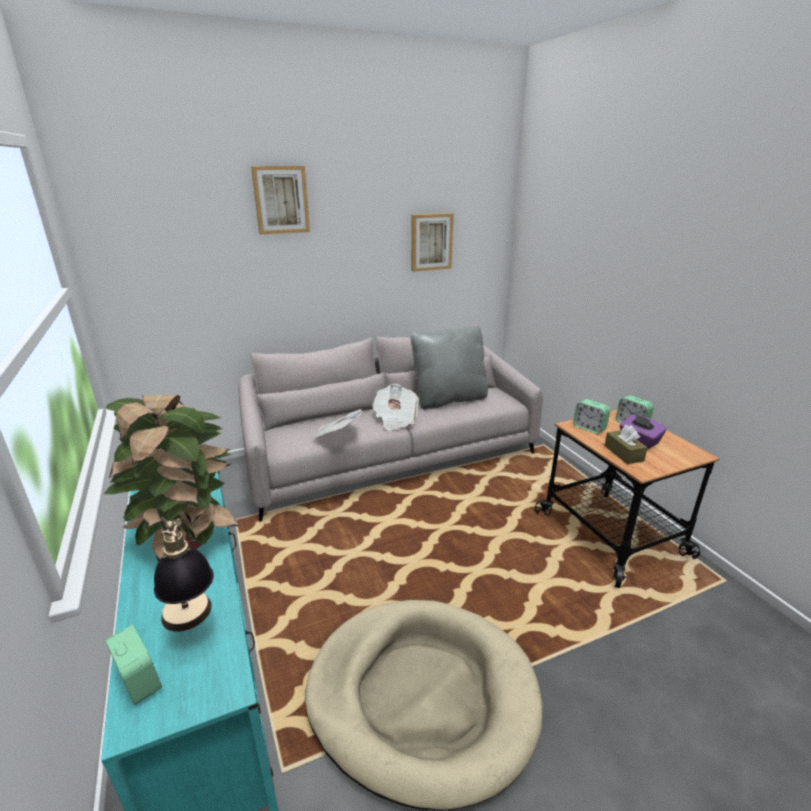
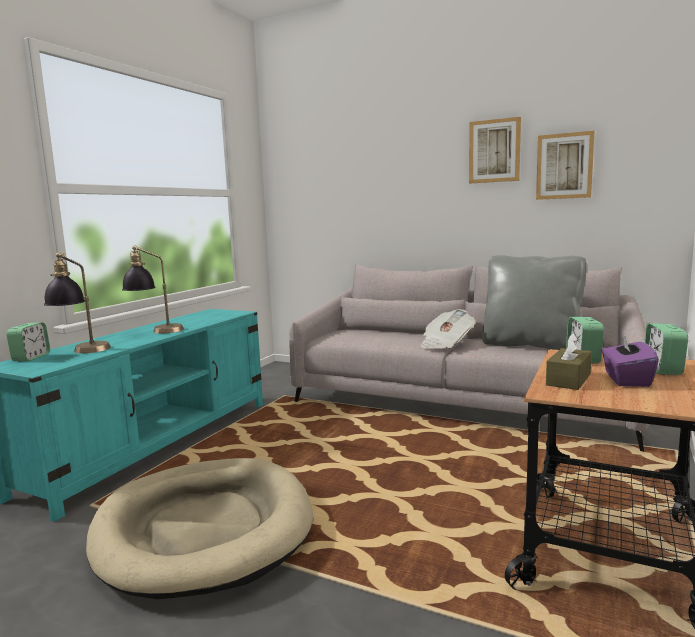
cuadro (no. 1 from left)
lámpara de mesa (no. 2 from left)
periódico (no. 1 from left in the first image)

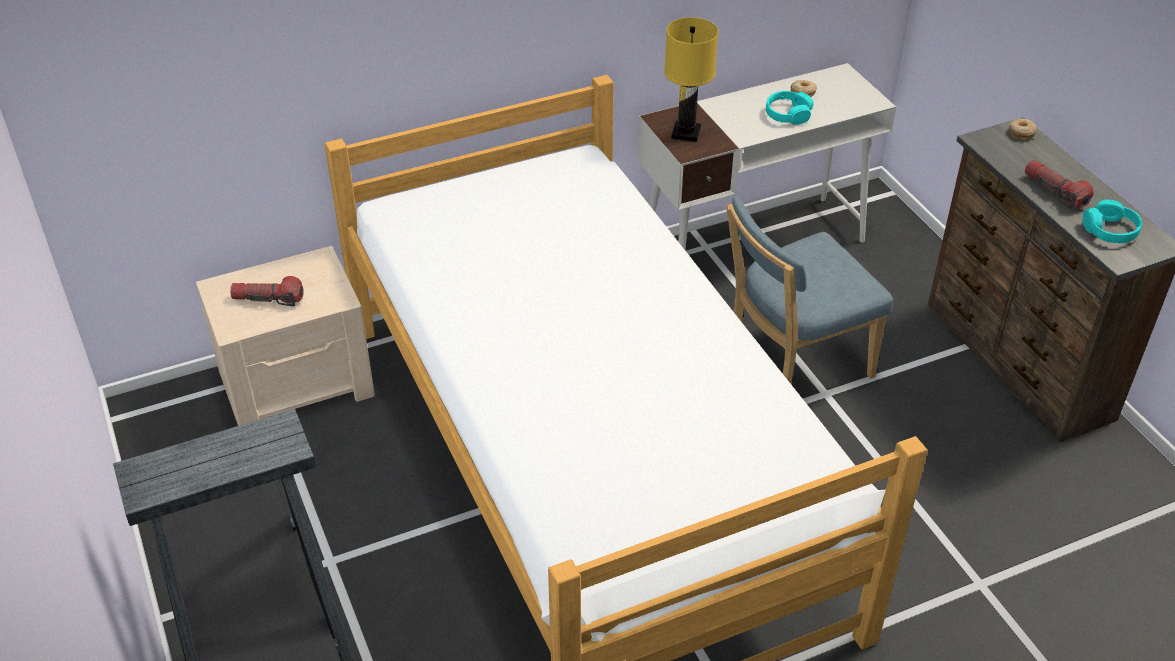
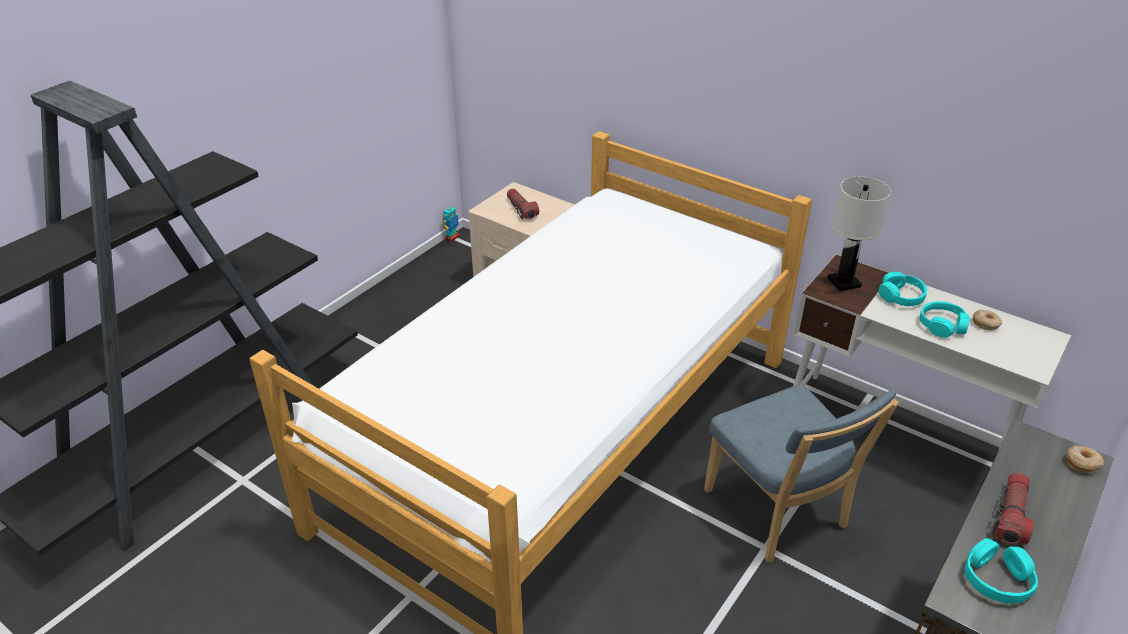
lámpara de mesa/blanco
silla/azul
robot de juguete
auriculares/turquesa (no. 1 from left)

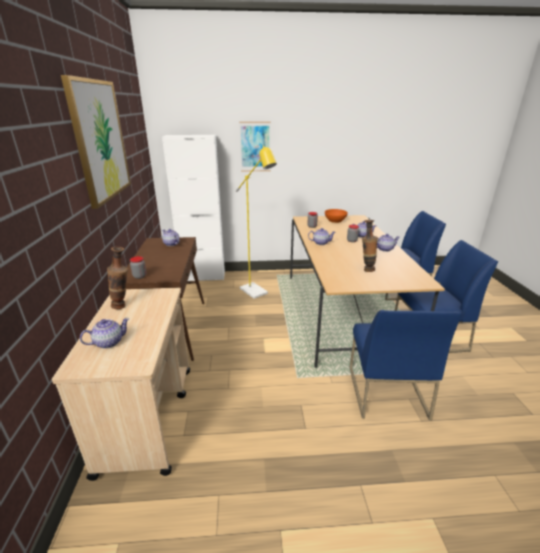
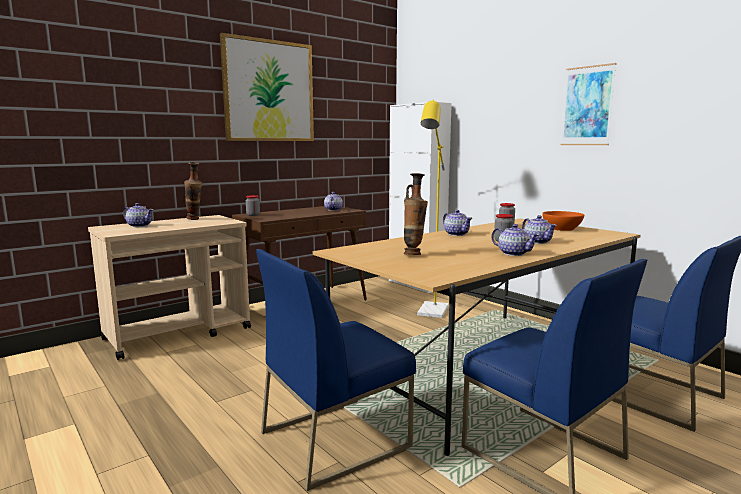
cuadro (no. 2 from left)

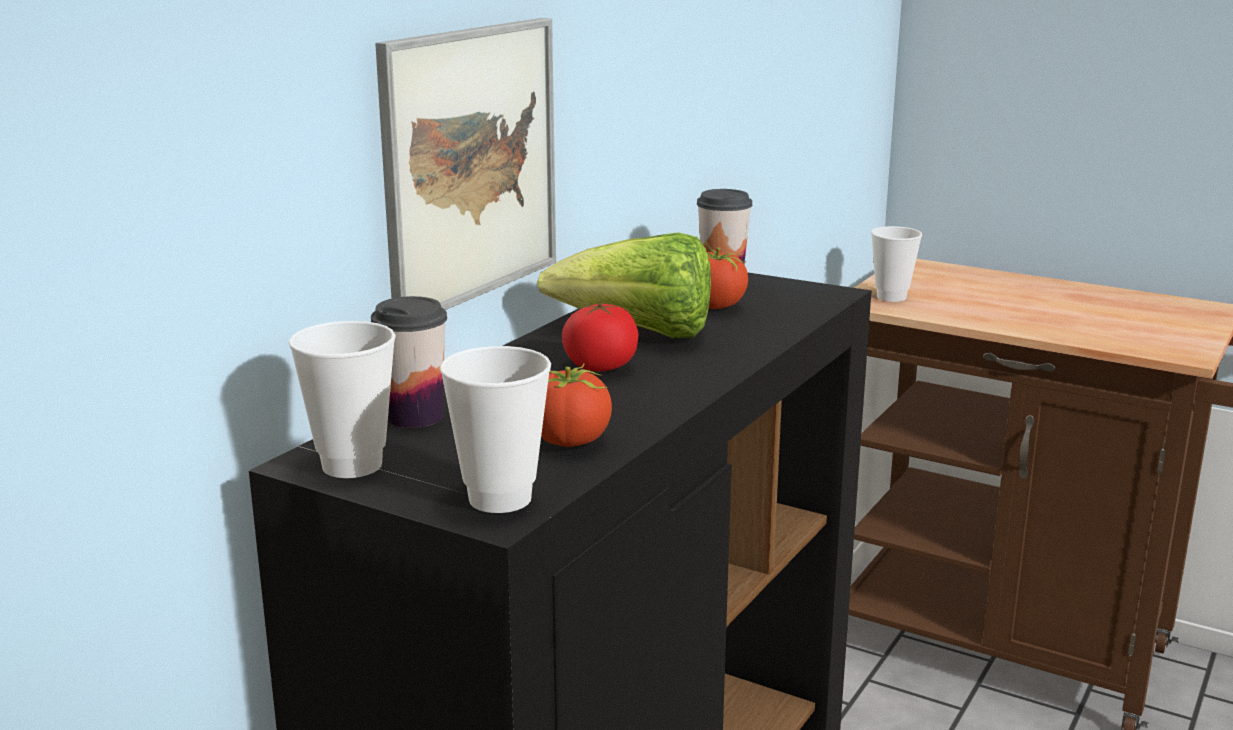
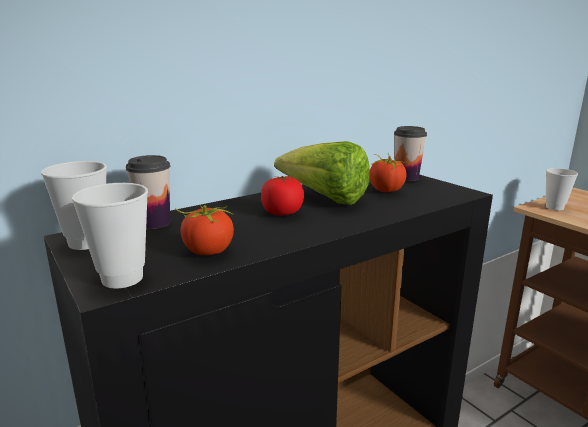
cuadro

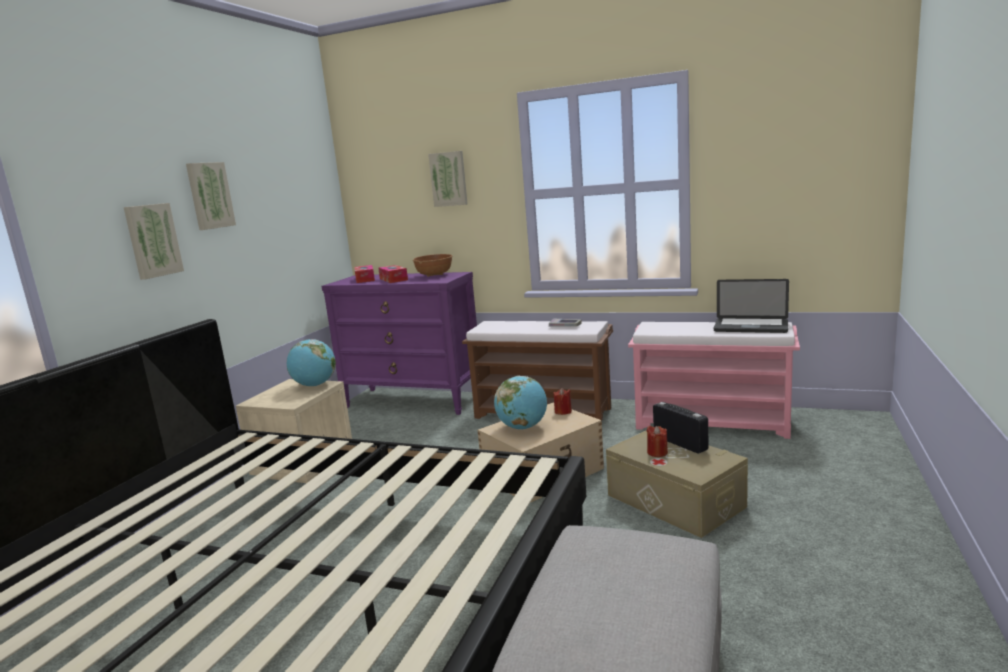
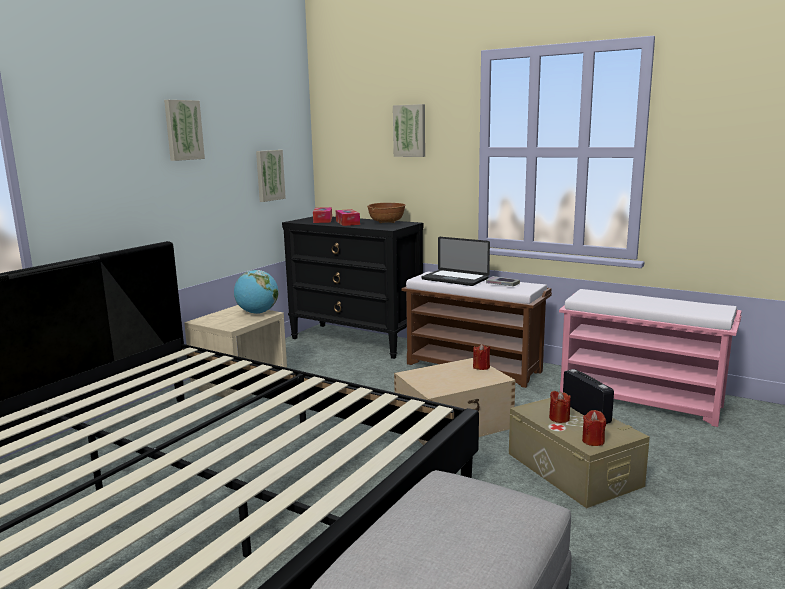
cuadro (no. 2 from left)
cómoda/negro
portátil
globo terráqueo (no. 2 from left in the first image)
vela/rojo (no. 3 from left)

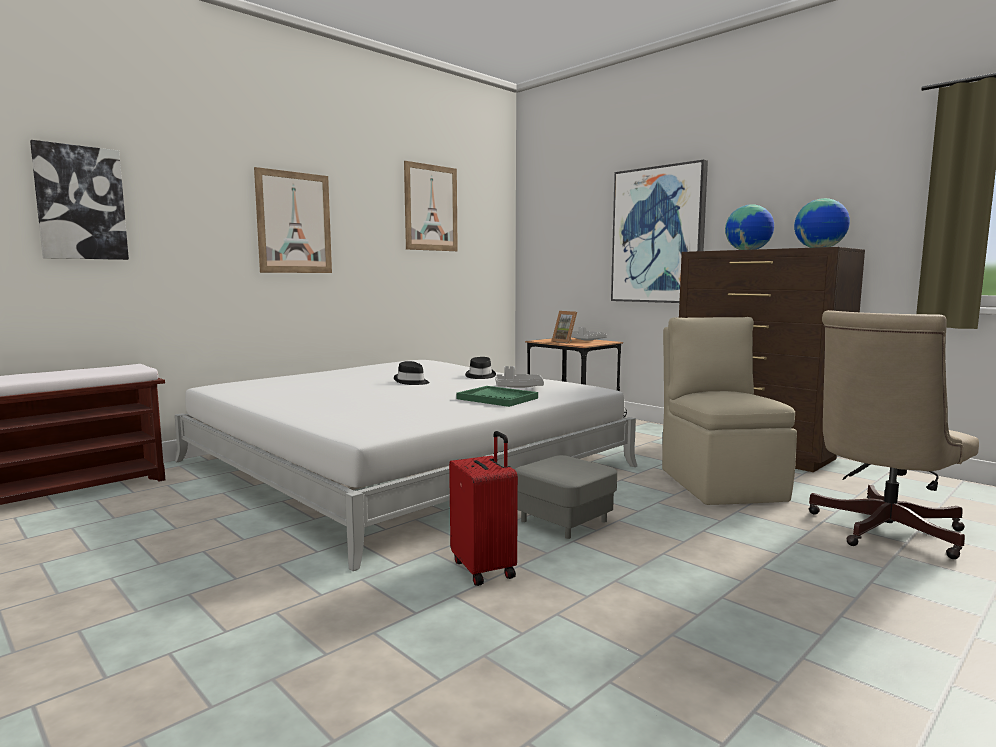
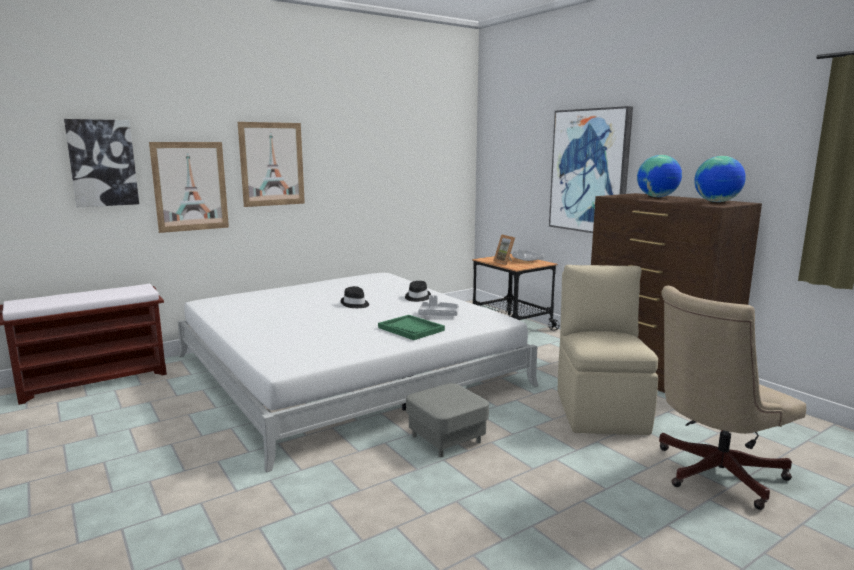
cuadro (no. 2 from left)
maleta/rojo

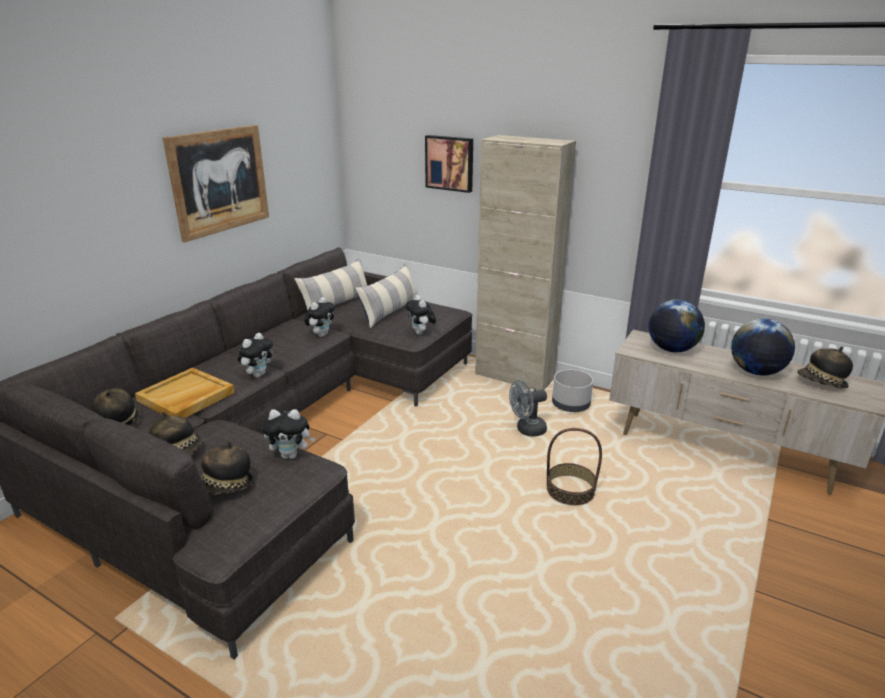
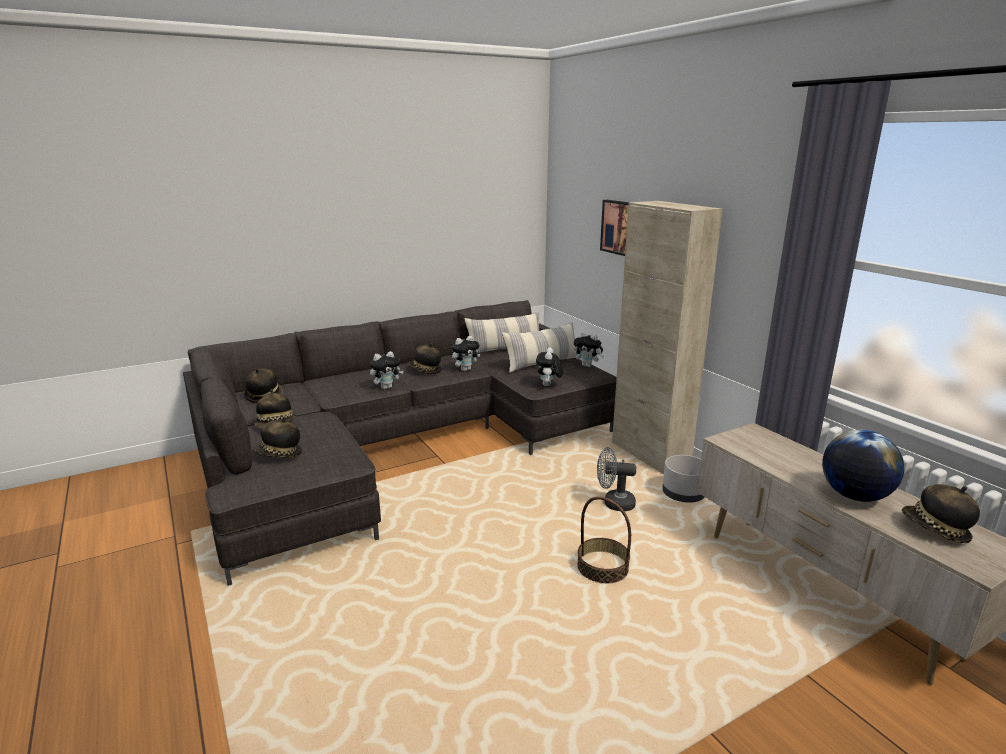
cuadro (no. 1 from left in the first image)
globo terráqueo (no. 1 from left in the first image)
bandeja/beis
peluche (no. 4 from left)
sombrero (no. 4 from left)

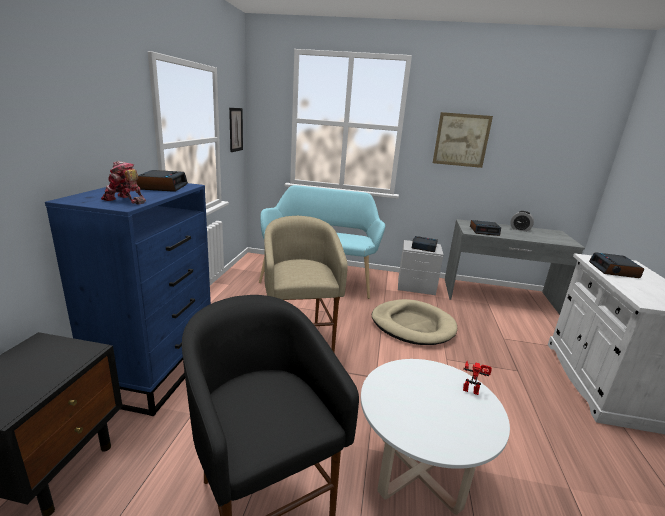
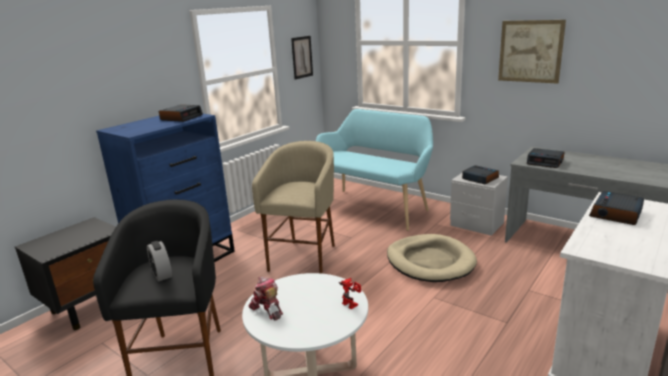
robot de juguete (no. 1 from left)
despertador (no. 1 from left)

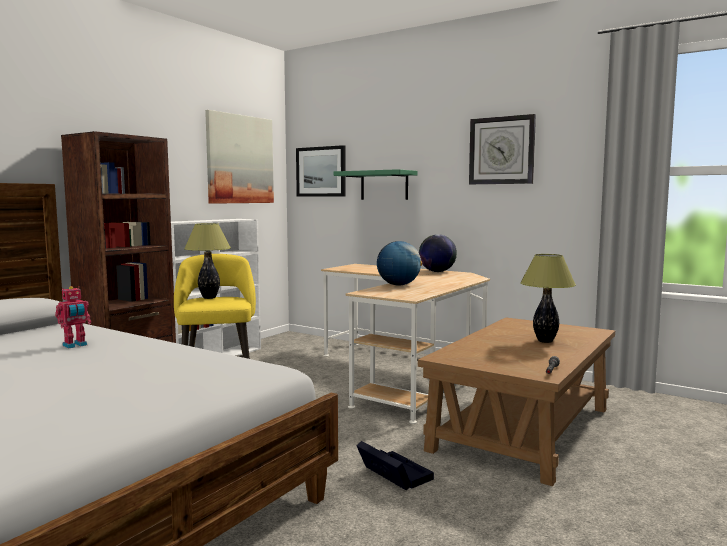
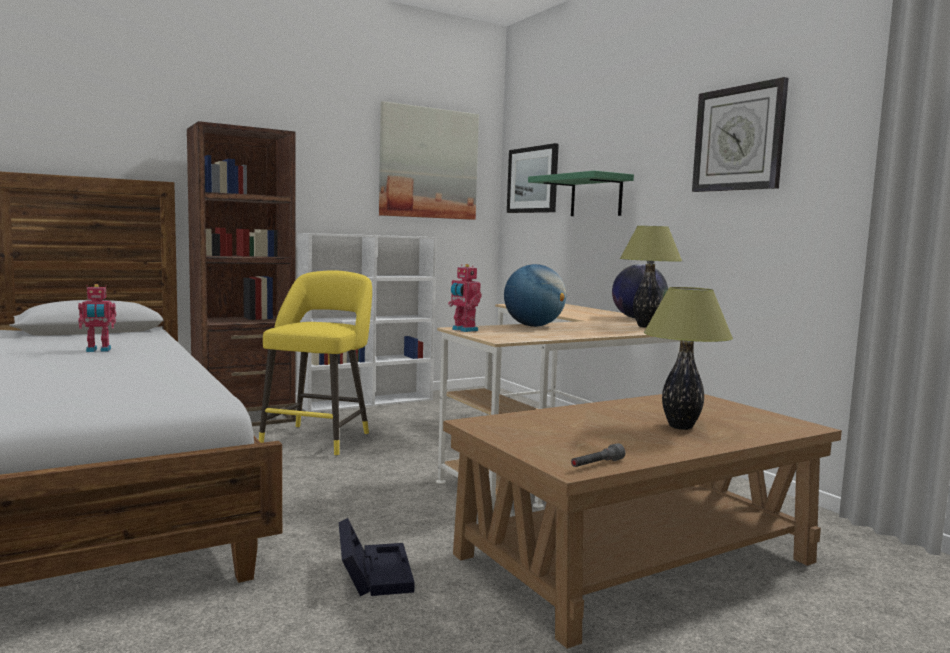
lámpara de mesa (no. 1 from left)
robot de juguete (no. 2 from left)

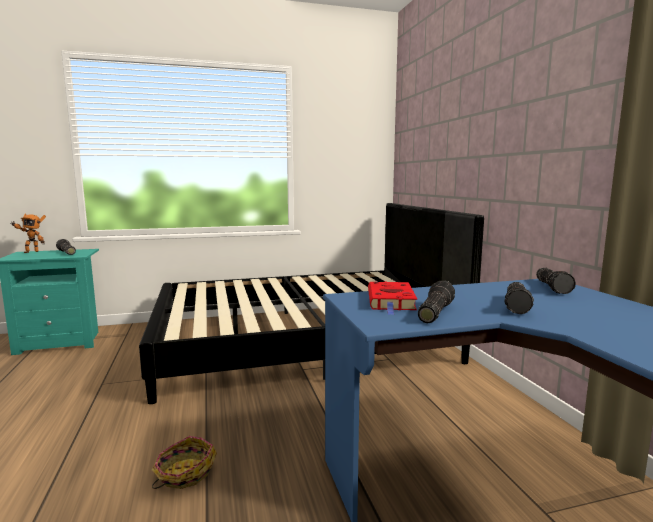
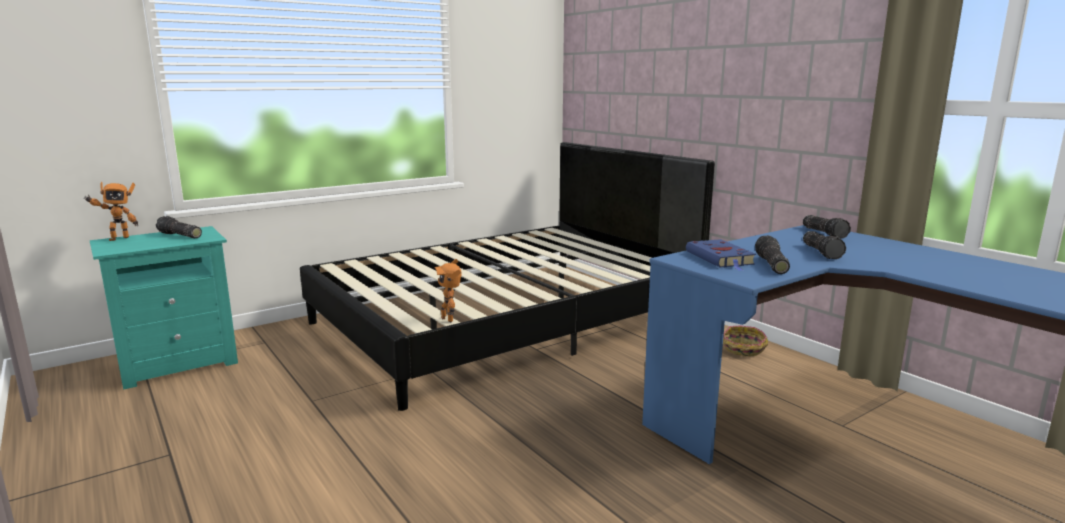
libro/azul
cesta
robot de juguete (no. 2 from left)

